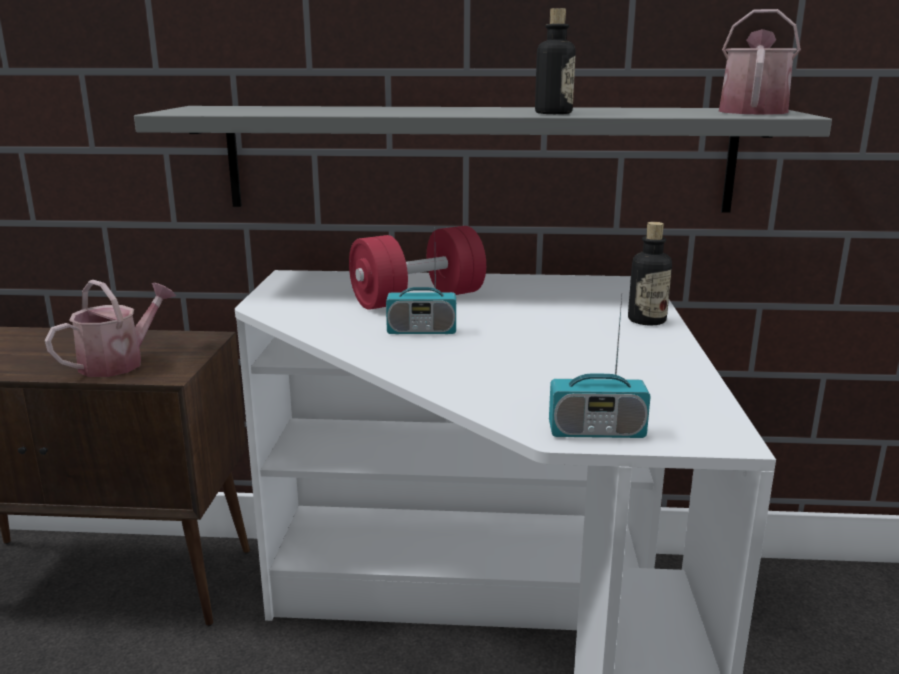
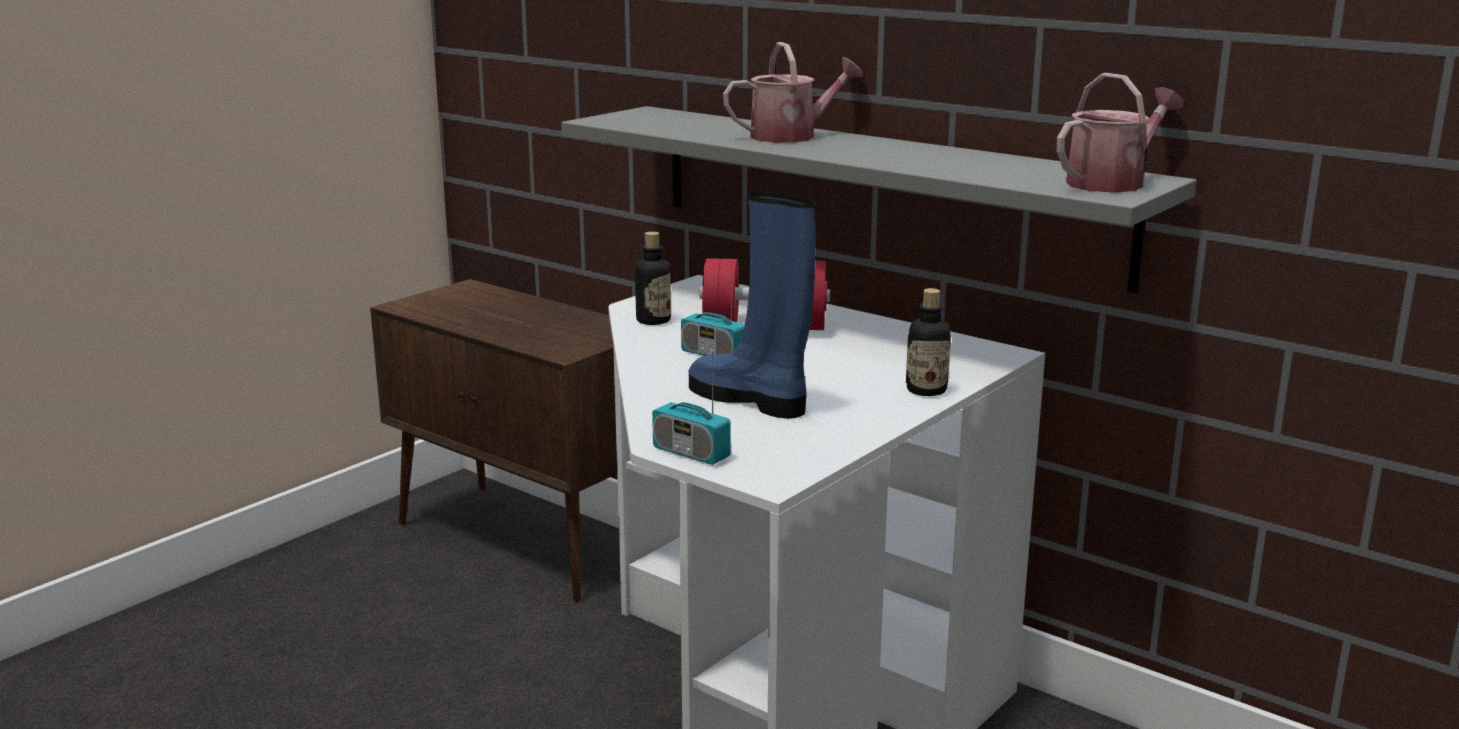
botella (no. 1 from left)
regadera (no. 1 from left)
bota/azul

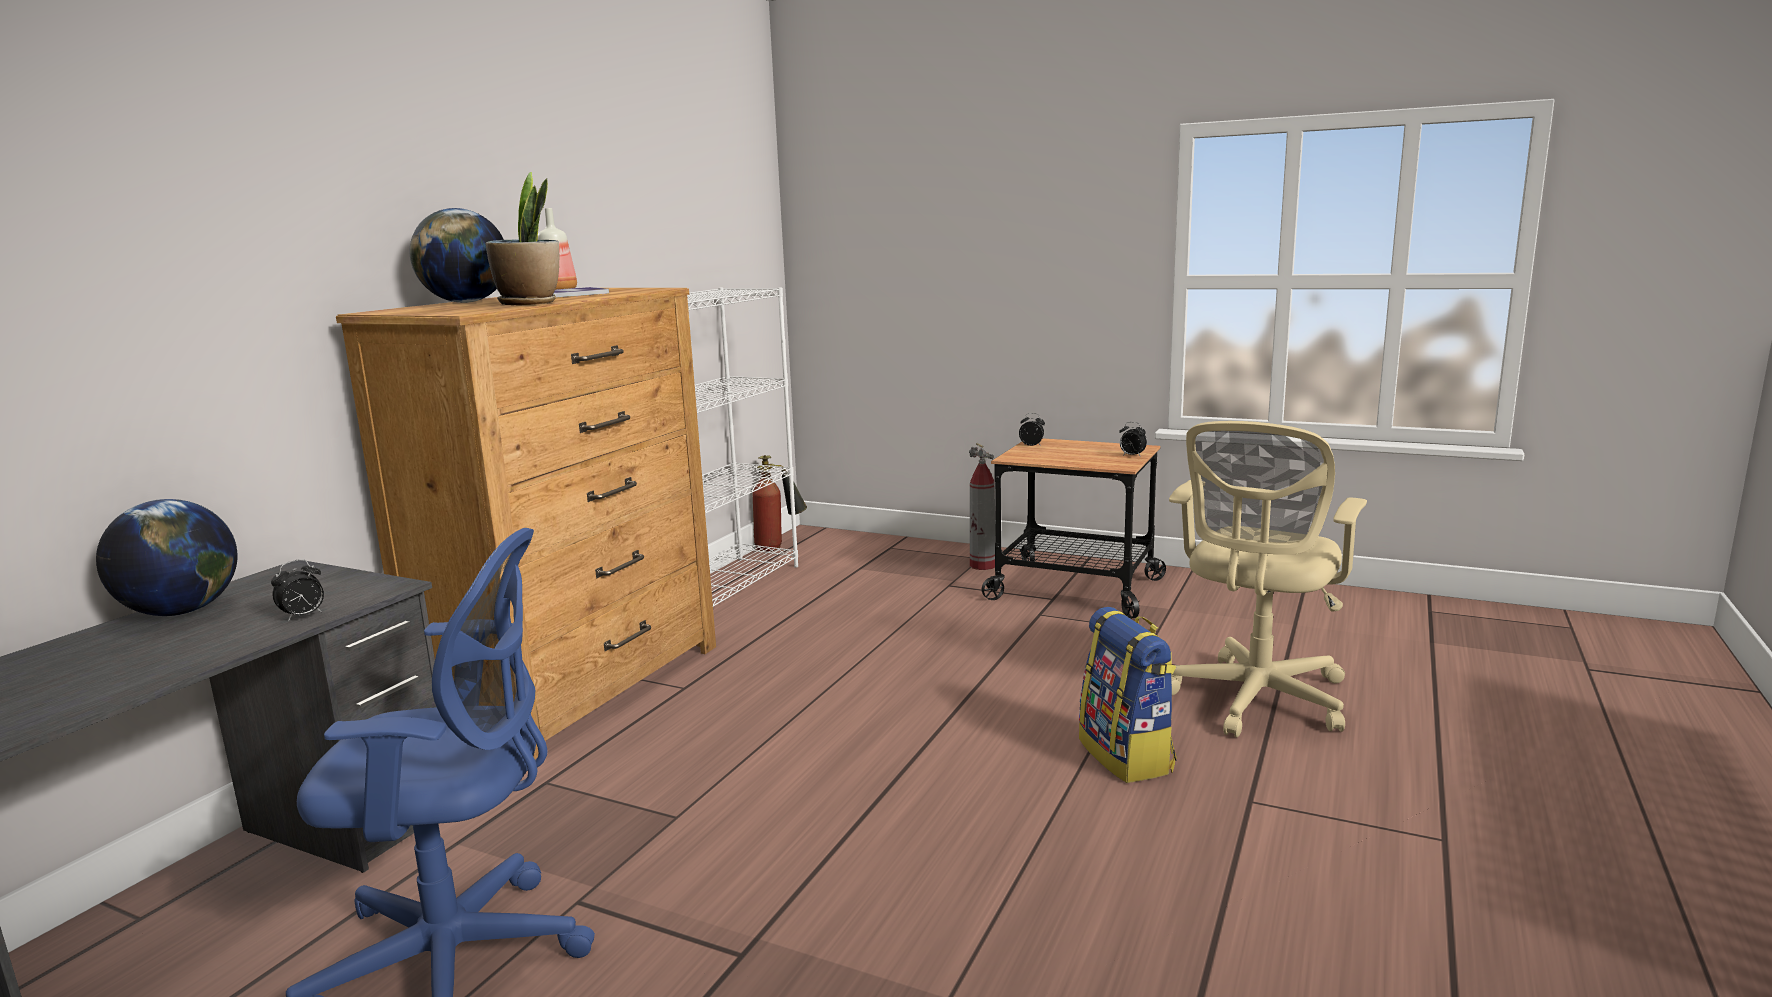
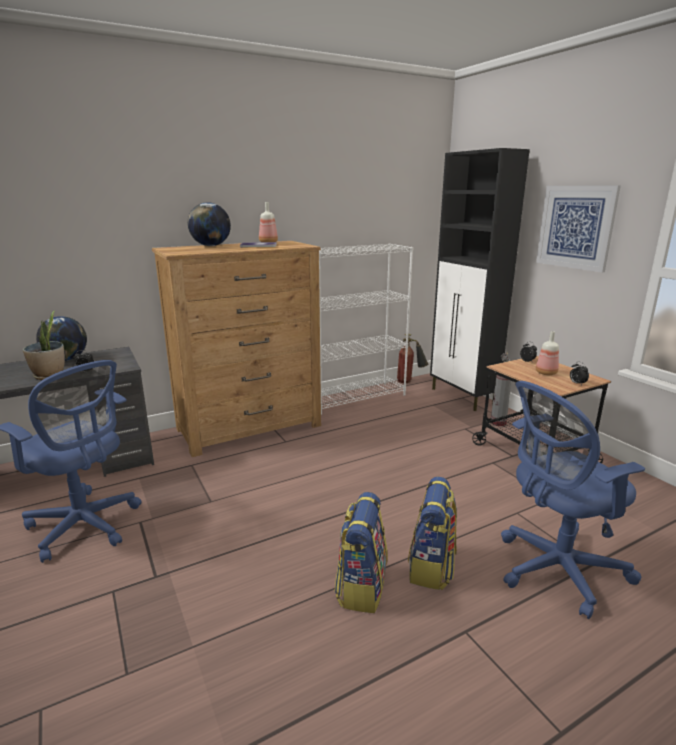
planta en maceta
silla de oficina/azul (no. 2 from left)
armario/negro
cuadro
botella (no. 2 from left)
mochila (no. 1 from left)

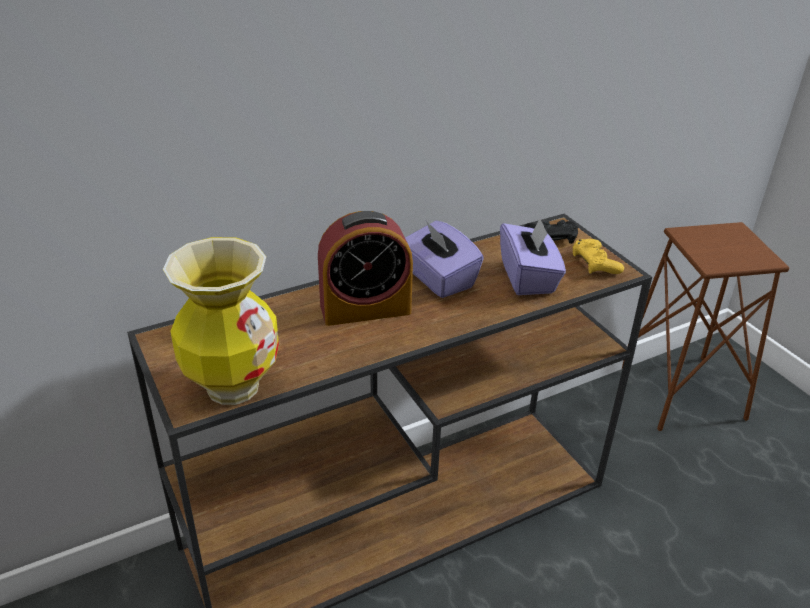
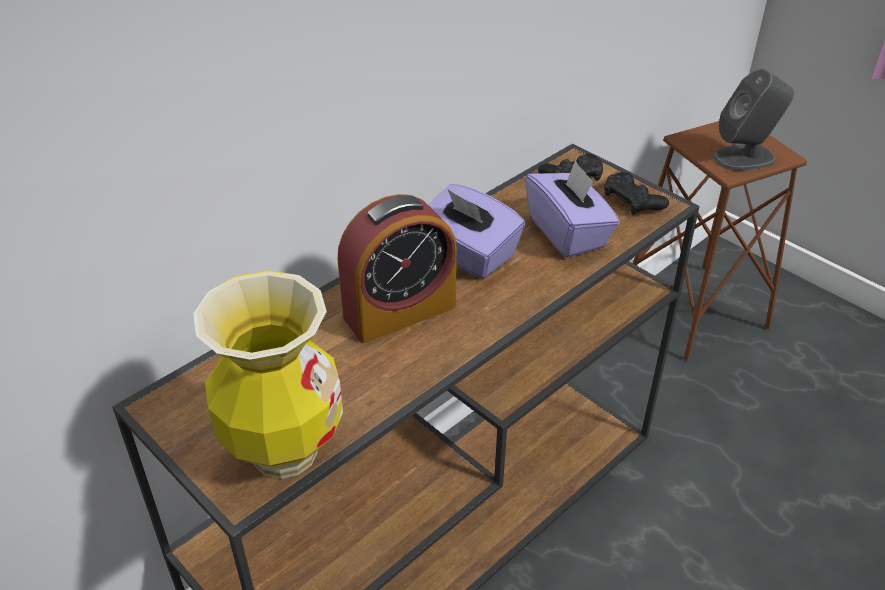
mando de consola/negro (no. 2 from left)
altavoz/gris

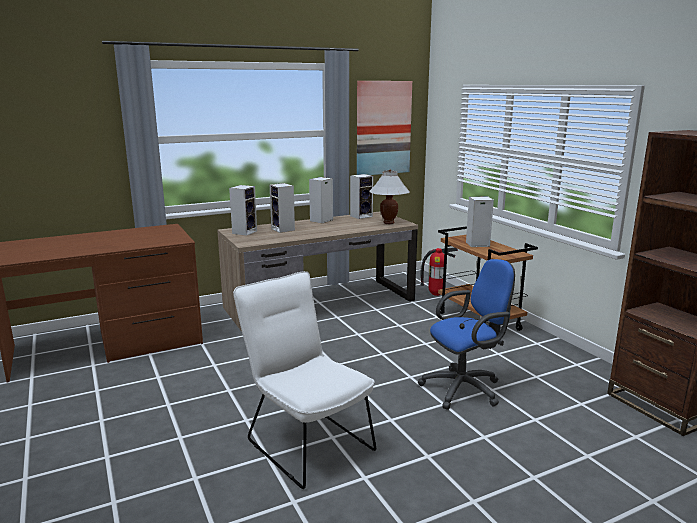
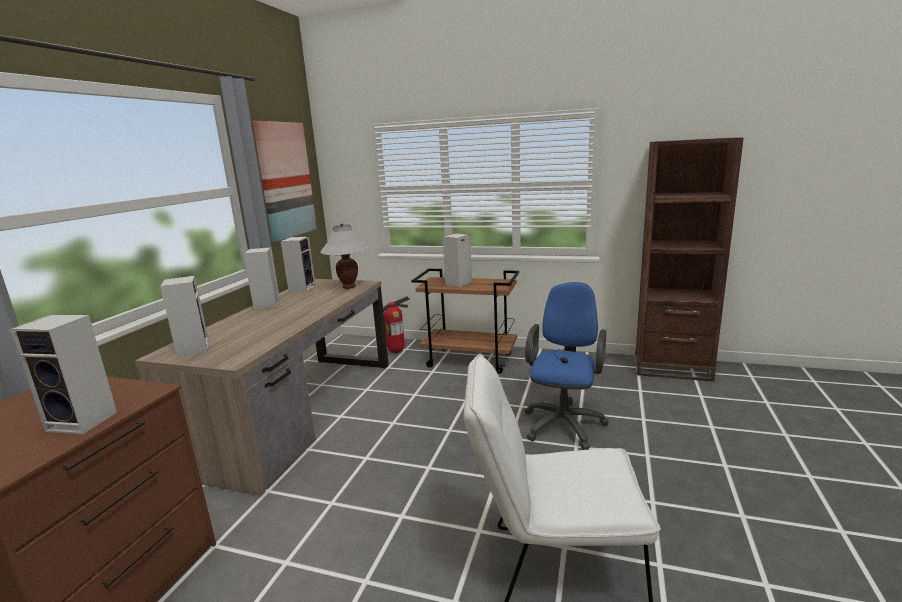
altavoz (no. 1 from left)

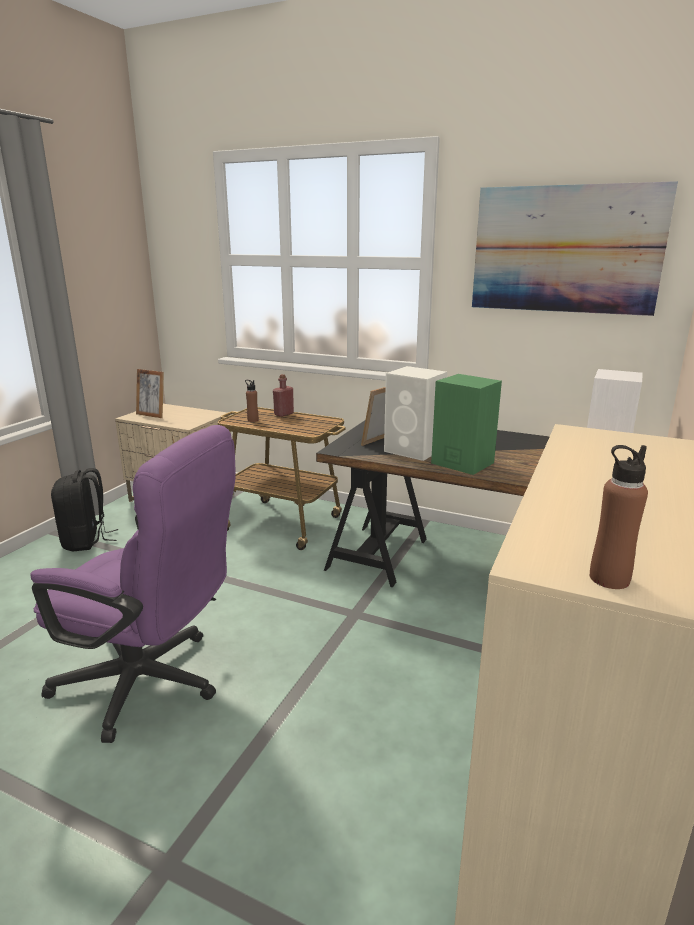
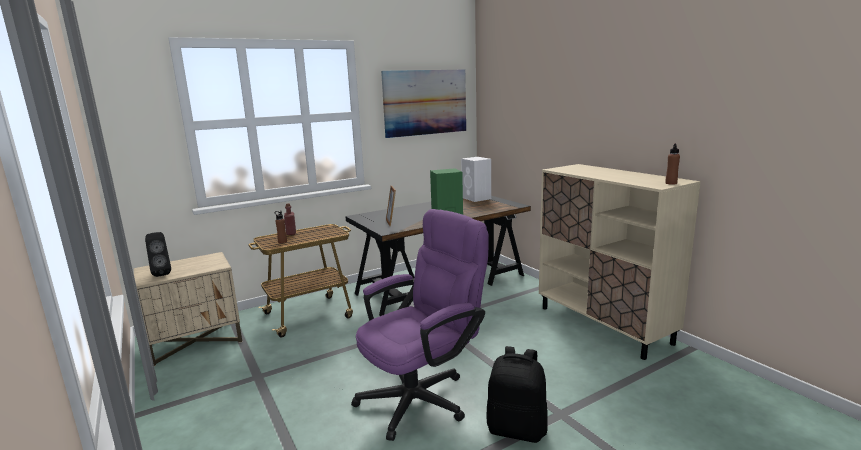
altavoz/blanco (no. 1 from left in the first image)
altavoz/negro
mochila/negro

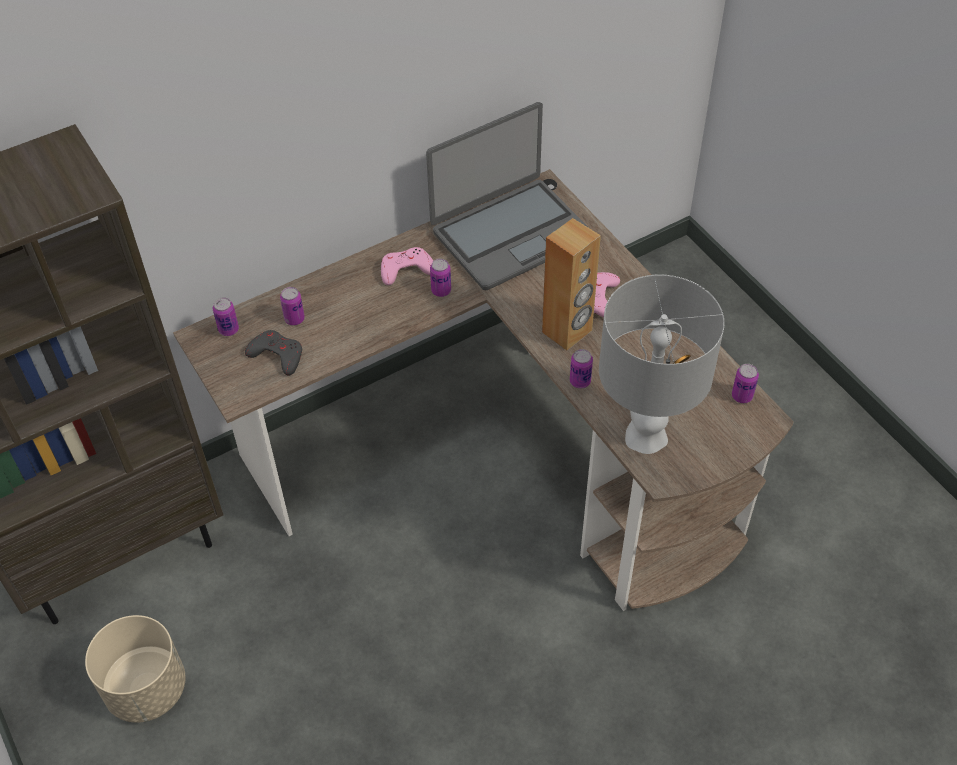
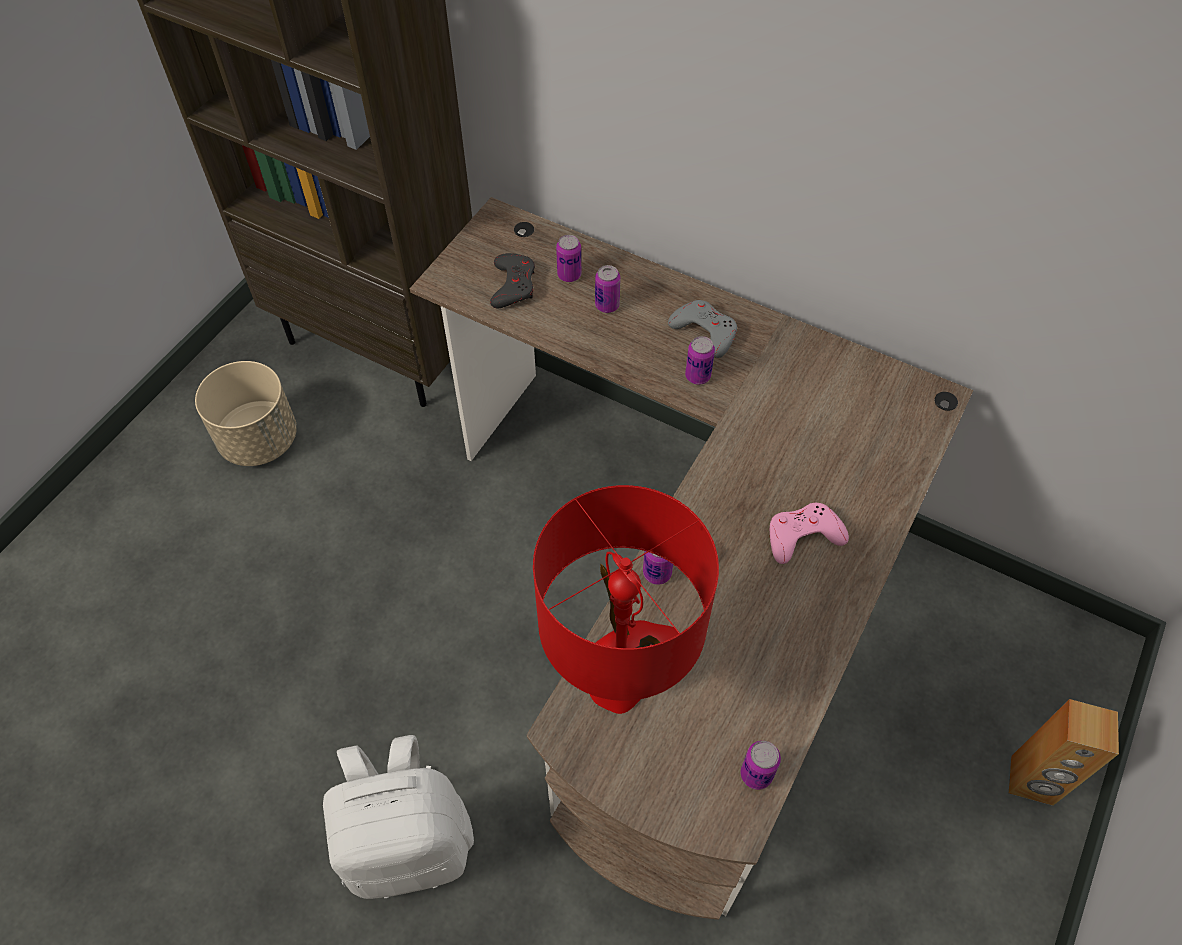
portátil
altavoz/marrón
mando de consola/gris (no. 2 from left)
lámpara de mesa/rojo
lata (no. 2 from left)
mochila/blanco

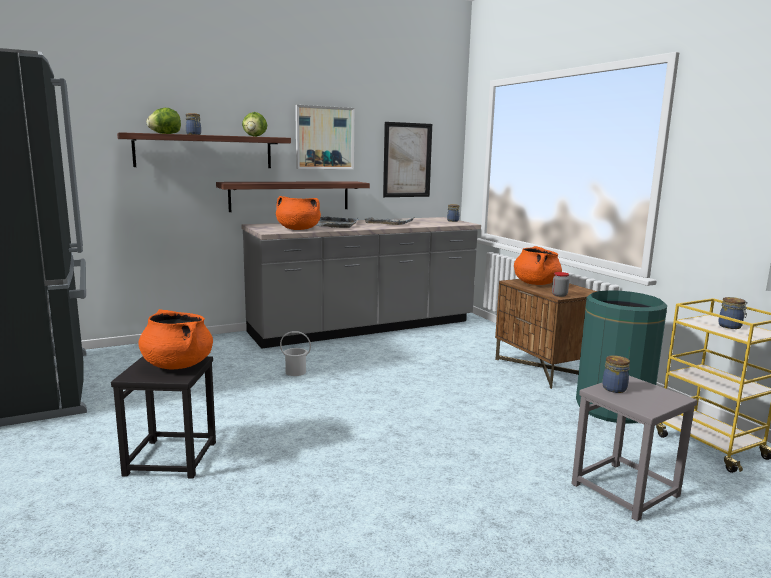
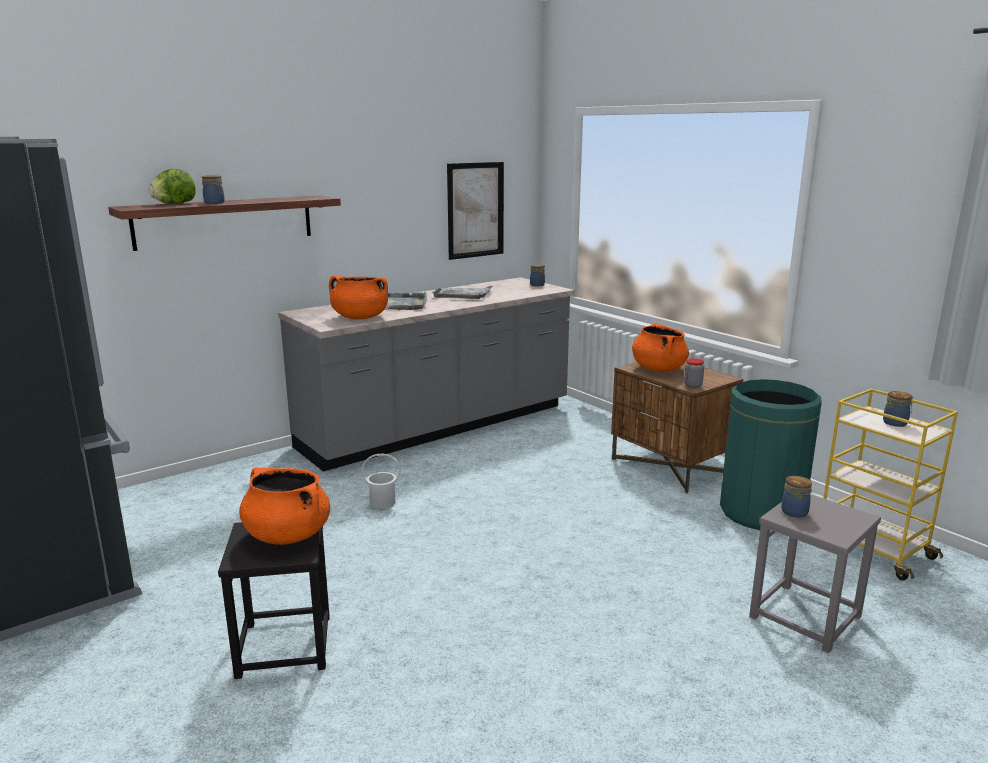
cuadro (no. 1 from left in the first image)
lechuga (no. 2 from left in the first image)
estante (no. 2 from left in the first image)

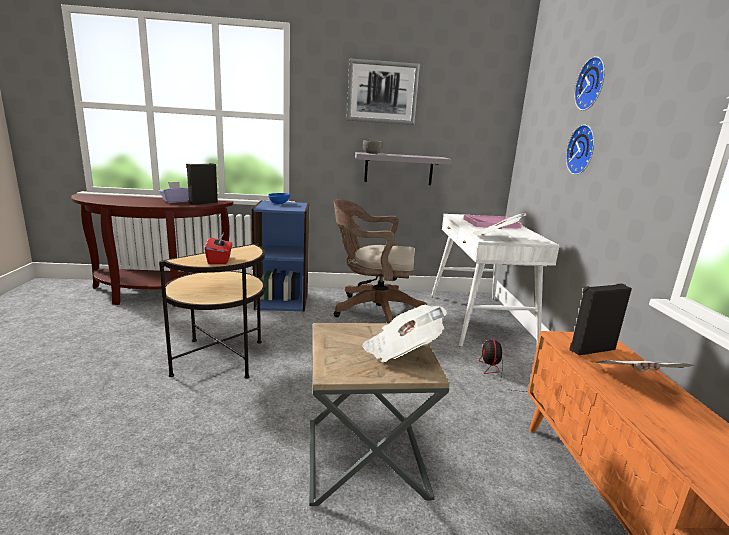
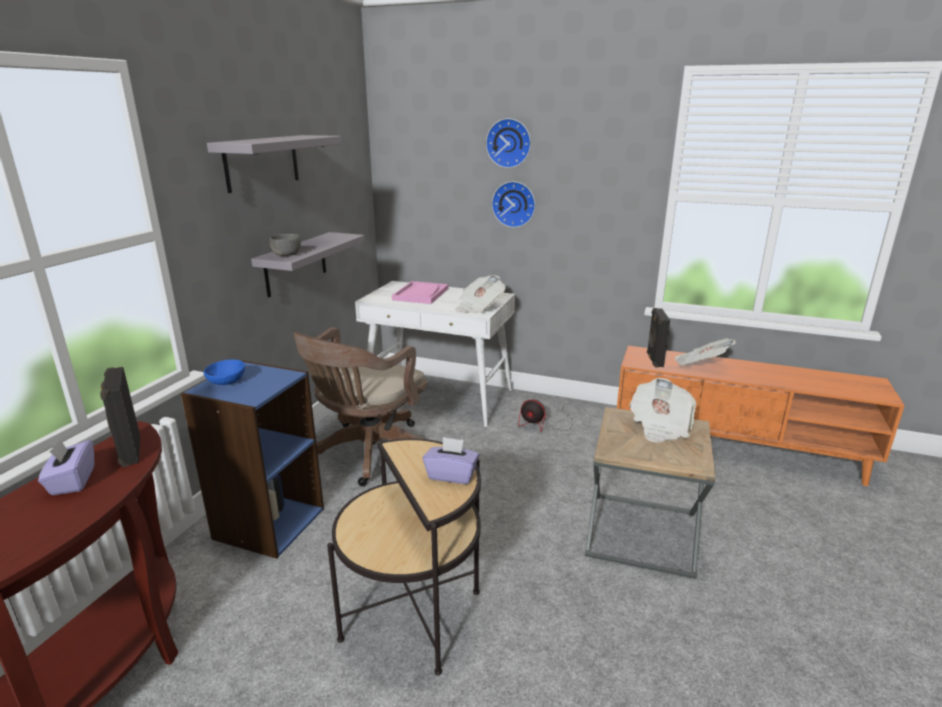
estante/gris (no. 1 from left)
caja de pañuelos/morado (no. 2 from left)

